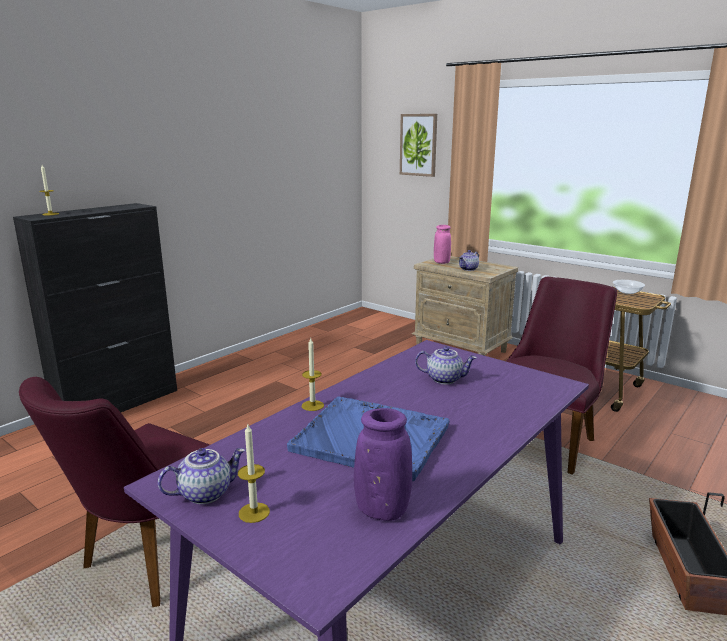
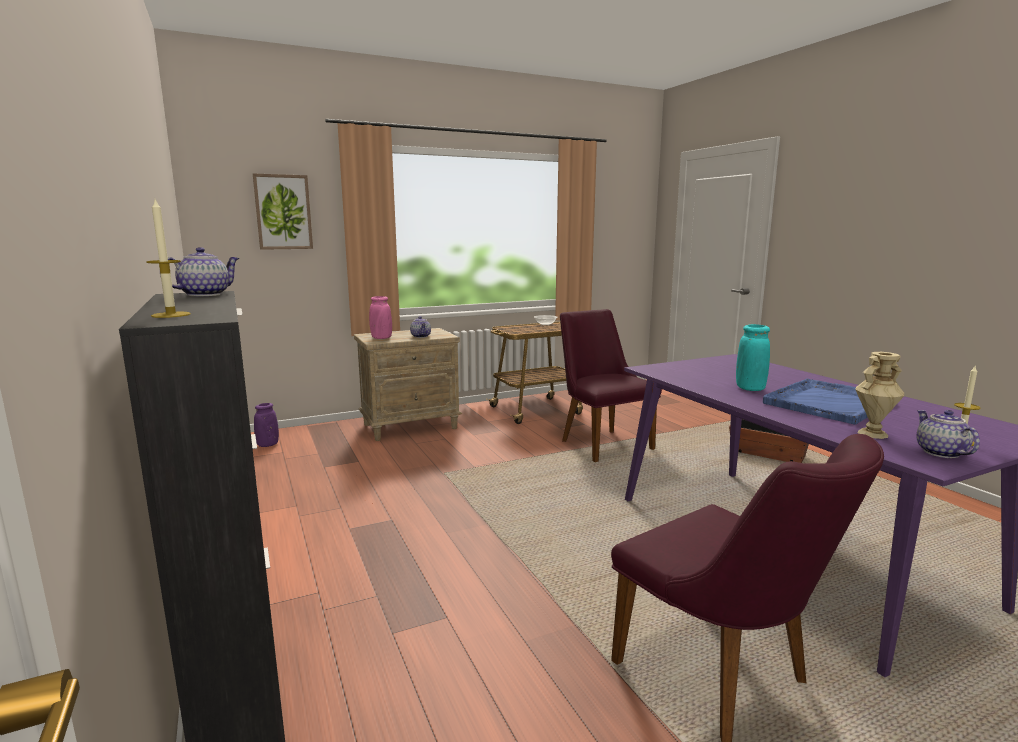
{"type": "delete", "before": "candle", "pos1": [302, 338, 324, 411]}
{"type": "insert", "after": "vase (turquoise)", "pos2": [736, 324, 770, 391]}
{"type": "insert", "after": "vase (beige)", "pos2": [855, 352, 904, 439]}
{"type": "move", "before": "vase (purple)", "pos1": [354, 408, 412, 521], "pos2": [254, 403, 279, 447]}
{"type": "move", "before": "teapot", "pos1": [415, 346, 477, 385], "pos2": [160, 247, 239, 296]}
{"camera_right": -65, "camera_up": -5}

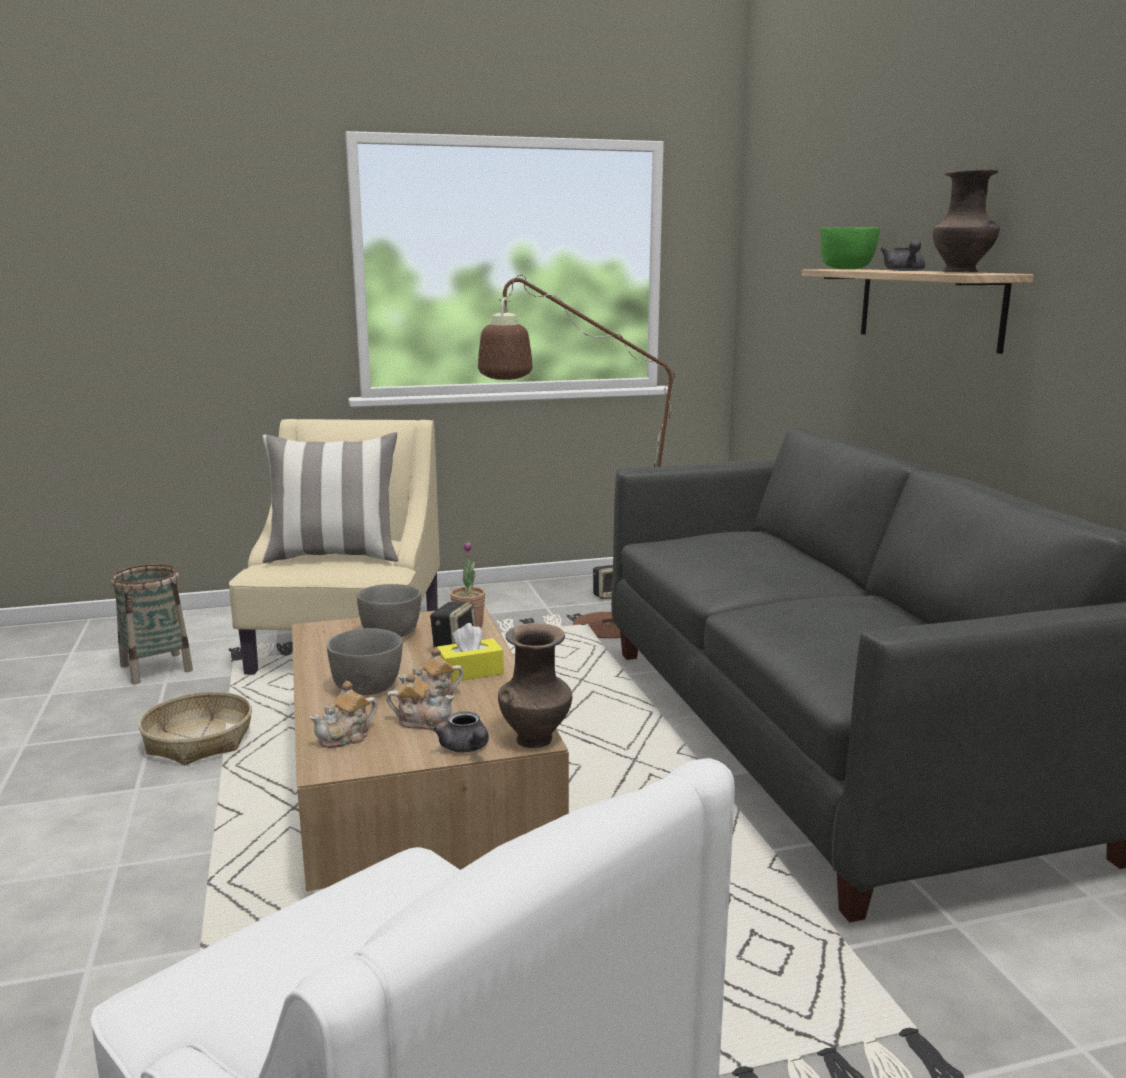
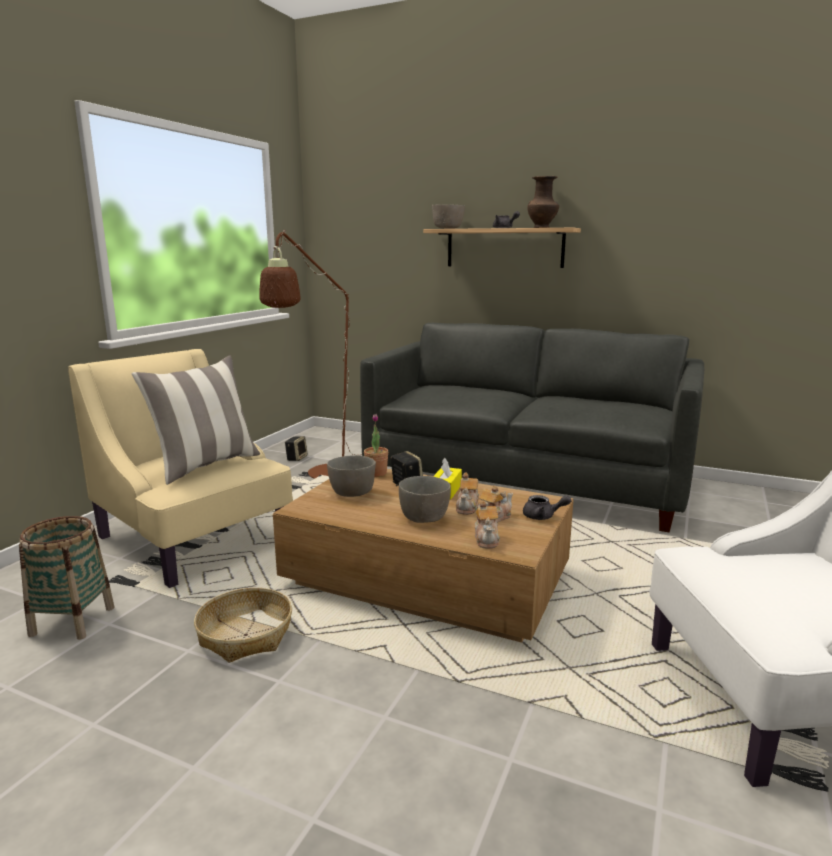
{"type": "delete", "before": "vase (brown)", "pos1": [498, 623, 572, 748]}
{"type": "recolor", "before": "bowl (green)", "after": "bowl (grey)", "pos1": [820, 228, 880, 269], "pos2": [432, 204, 465, 229]}
{"camera_right": -50, "camera_up": 0}

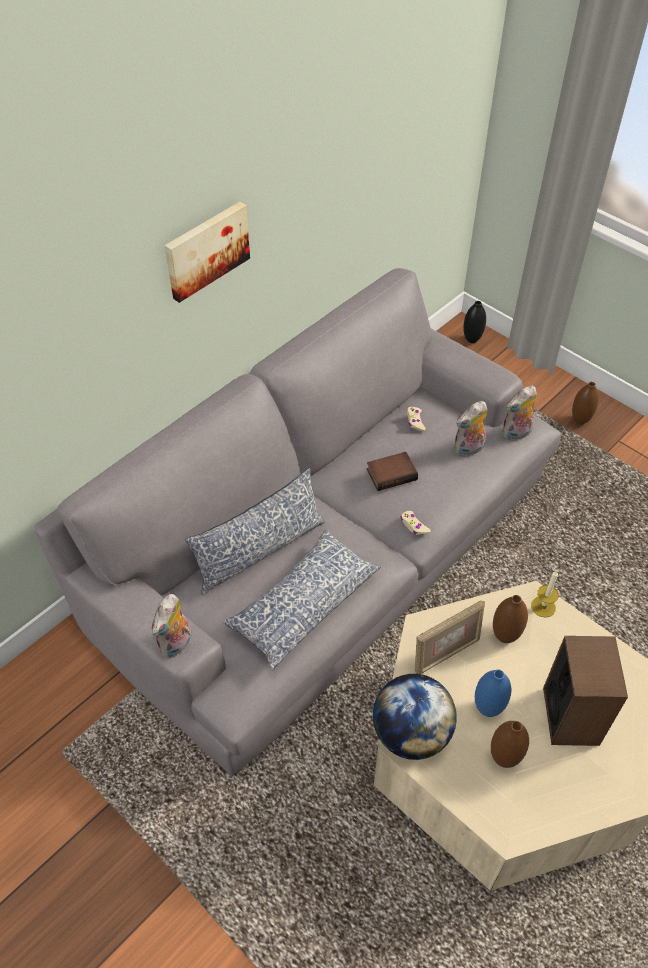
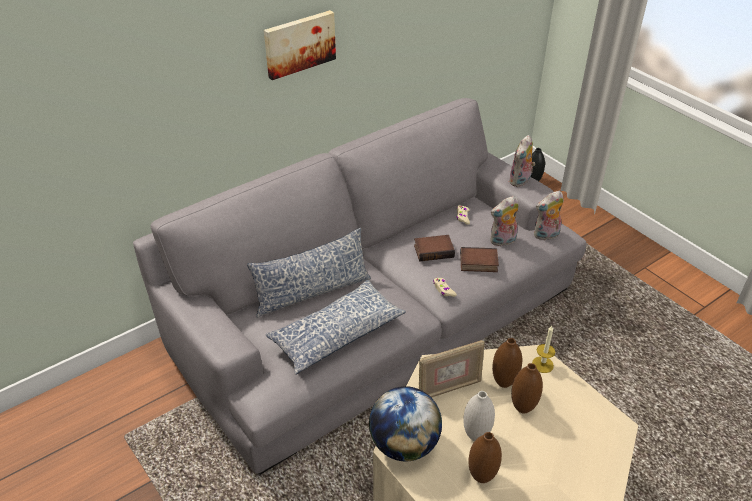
{"type": "delete", "before": "speaker", "pos1": [543, 636, 628, 746]}
{"type": "insert", "after": "book", "pos2": [460, 247, 499, 272]}
{"type": "move", "before": "plush toy", "pos1": [152, 594, 192, 659], "pos2": [508, 135, 535, 187]}
{"type": "move", "before": "vase (brown)", "pos1": [572, 382, 599, 425], "pos2": [511, 363, 543, 414]}
{"type": "recolor", "before": "vase (blue)", "after": "vase (white)", "pos1": [475, 669, 511, 717], "pos2": [463, 391, 495, 441]}
{"camera_right": 10, "camera_up": -10}

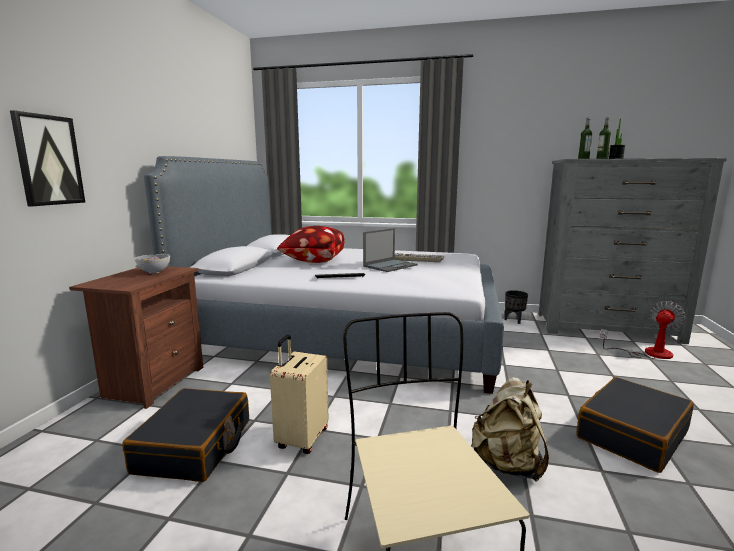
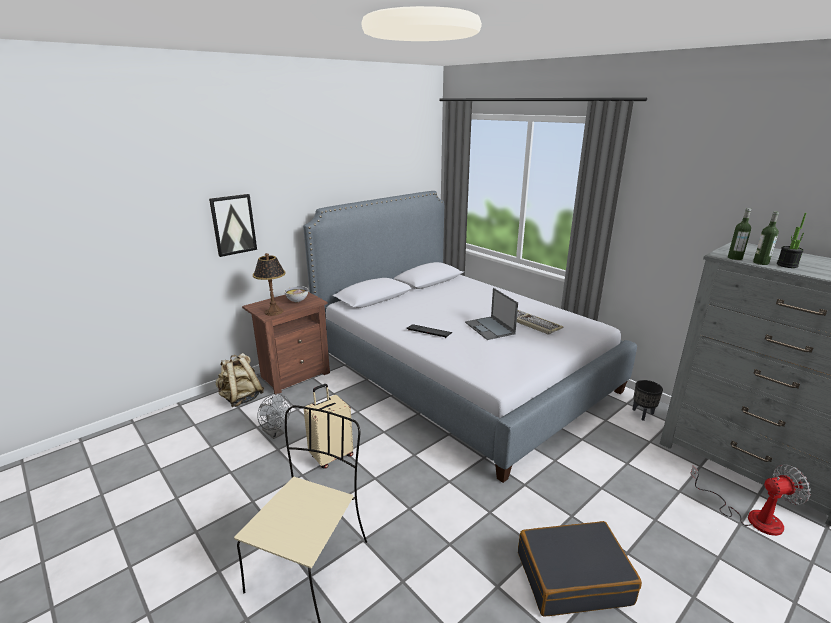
{"type": "delete", "before": "pillow", "pos1": [277, 226, 344, 263]}
{"type": "insert", "after": "table lamp", "pos2": [253, 253, 286, 316]}
{"type": "move", "before": "backpack (beige)", "pos1": [471, 377, 549, 482], "pos2": [216, 353, 264, 407]}
{"type": "replace", "before": "suitcase (black)", "after": "fan (grey)", "pos1": [122, 388, 249, 482], "pos2": [257, 394, 291, 439]}
{"type": "rotate", "before": "laptop", "pos1": [363, 228, 418, 272], "pos2": [465, 288, 518, 340], "turn": 75}
{"camera_right": 35, "camera_up": 10}

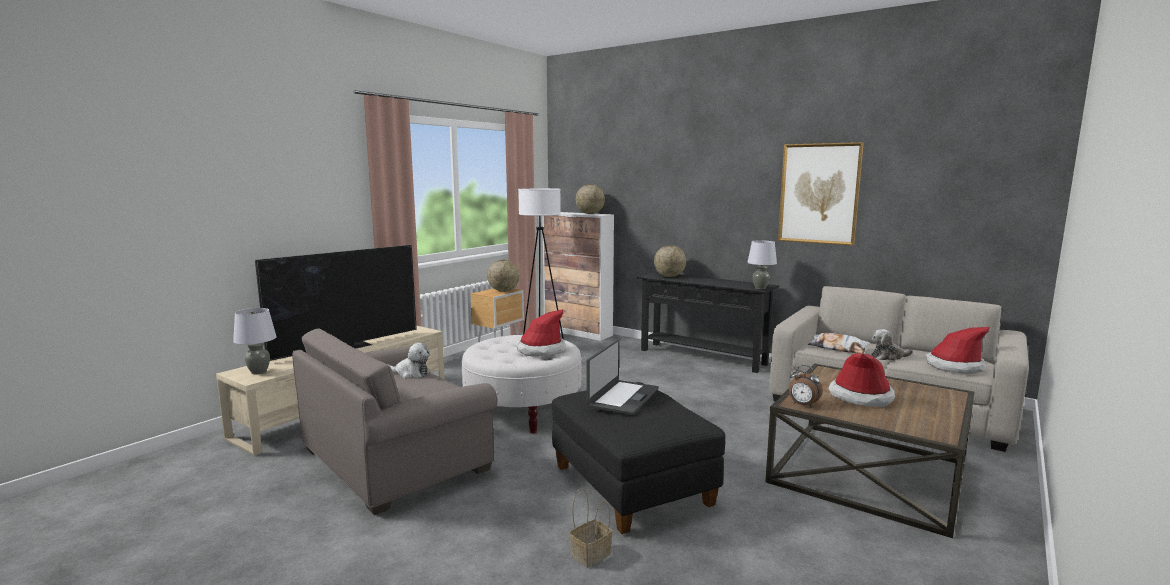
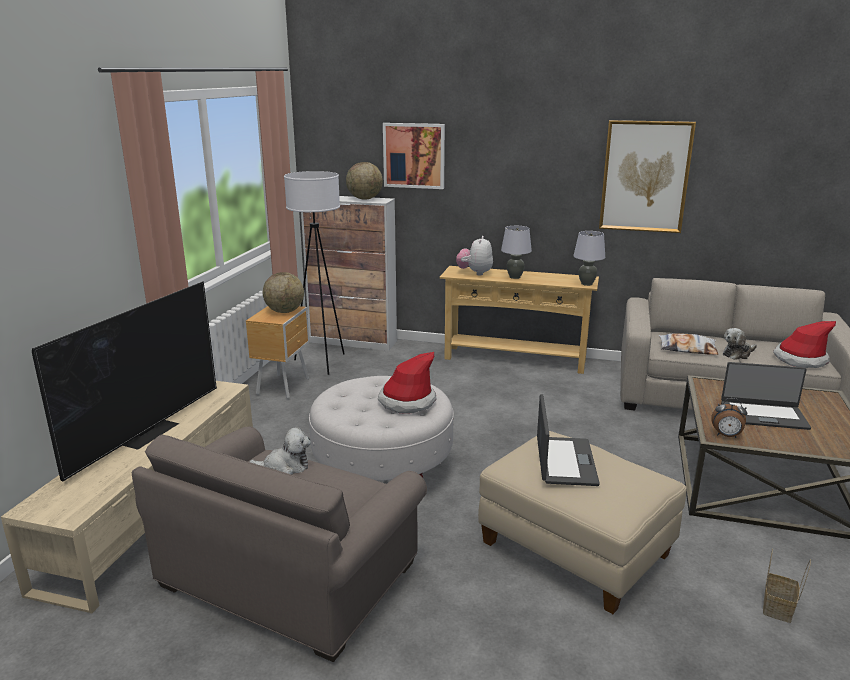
{"type": "insert", "after": "picture", "pos2": [383, 123, 445, 189]}
{"type": "move", "before": "table lamp (grey)", "pos1": [233, 308, 277, 374], "pos2": [501, 226, 532, 279]}
{"type": "move", "before": "basket", "pos1": [569, 488, 612, 568], "pos2": [763, 549, 811, 623]}
{"type": "replace", "before": "globe", "after": "plush toy", "pos1": [654, 245, 686, 277], "pos2": [456, 236, 493, 276]}
{"type": "replace", "before": "hat", "after": "laptop", "pos1": [828, 353, 895, 407], "pos2": [721, 362, 811, 430]}
{"type": "recolor", "before": "ottoman (black)", "after": "ottoman (beige)", "pos1": [552, 382, 725, 534], "pos2": [478, 431, 687, 614]}
{"type": "recolor", "before": "console table (black)", "after": "console table (beige)", "pos1": [637, 272, 779, 373], "pos2": [439, 266, 599, 374]}
{"camera_right": -20, "camera_up": 10}

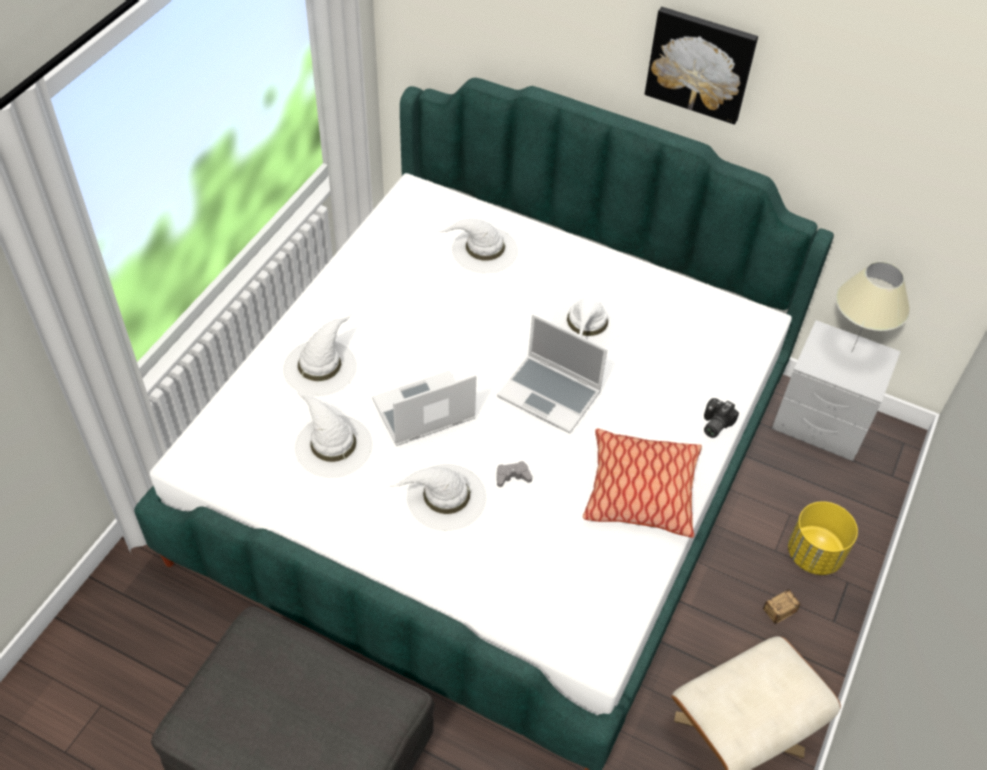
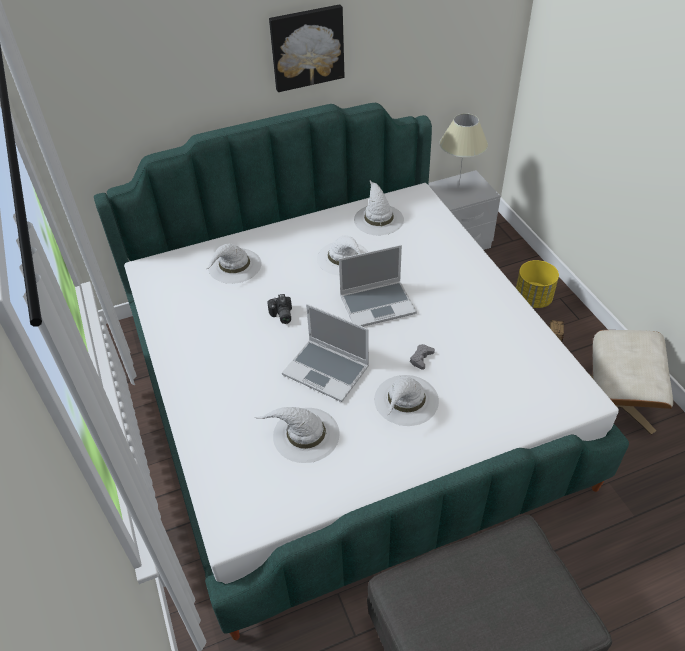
{"type": "delete", "before": "pillow", "pos1": [583, 428, 702, 538]}
{"type": "move", "before": "hat (white)", "pos1": [283, 314, 357, 396], "pos2": [354, 180, 404, 235]}
{"type": "move", "before": "photo camera", "pos1": [704, 398, 739, 438], "pos2": [267, 294, 292, 324]}
{"type": "rotate", "before": "laptop", "pos1": [372, 370, 476, 446], "pos2": [282, 304, 369, 402], "turn": -75}
{"camera_right": -45, "camera_up": -5}

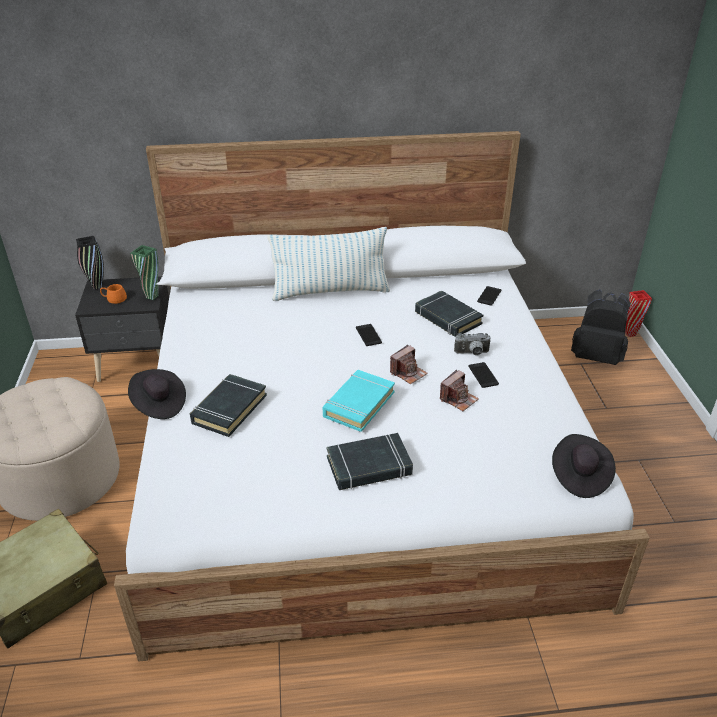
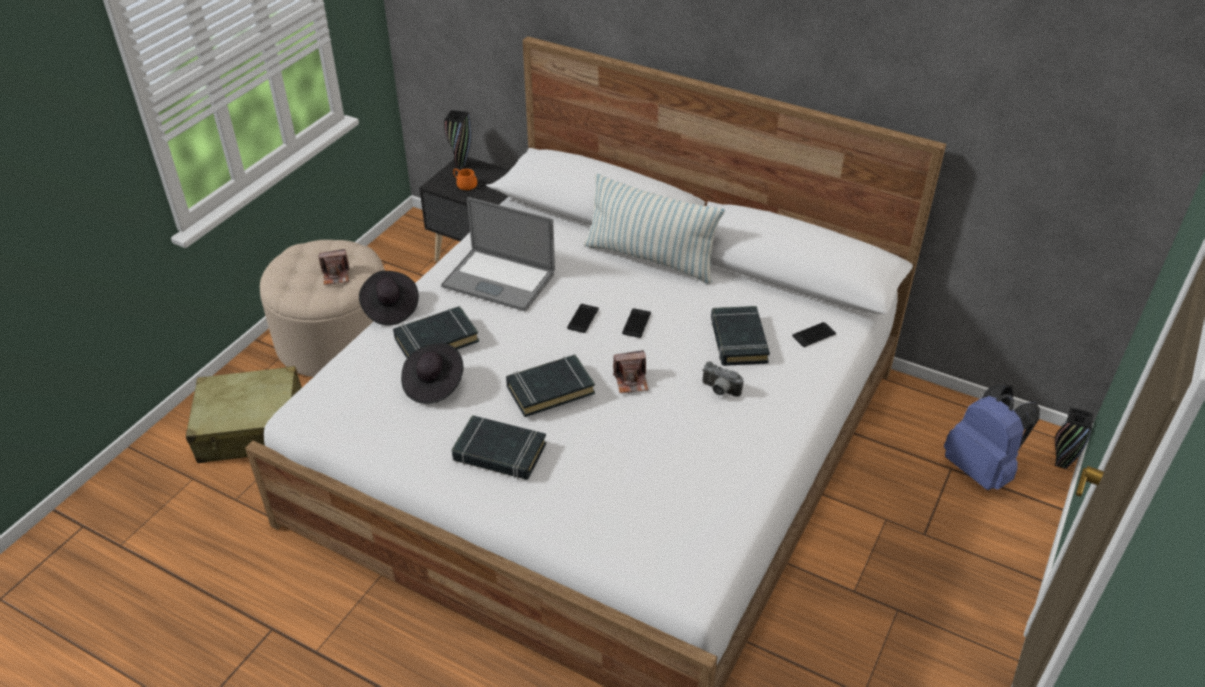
{"type": "delete", "before": "vase (green)", "pos1": [130, 245, 159, 300]}
{"type": "insert", "after": "laptop", "pos2": [441, 197, 555, 311]}
{"type": "move", "before": "photo camera", "pos1": [440, 370, 479, 411], "pos2": [319, 249, 349, 285]}
{"type": "move", "before": "phone", "pos1": [468, 362, 499, 388], "pos2": [567, 304, 599, 333]}
{"type": "move", "before": "hat (black)", "pos1": [552, 434, 616, 498], "pos2": [401, 343, 463, 404]}
{"type": "recolor", "before": "book (turquoise)", "after": "book (black)", "pos1": [323, 370, 395, 432], "pos2": [506, 355, 595, 417]}
{"type": "recolor", "before": "backpack (black)", "after": "backpack (blue)", "pos1": [571, 289, 631, 365], "pos2": [944, 384, 1040, 490]}
{"type": "recolor", "before": "vase (red)", "after": "vase (black)", "pos1": [625, 290, 652, 337], "pos2": [1055, 407, 1094, 469]}
{"camera_right": 35, "camera_up": 5}

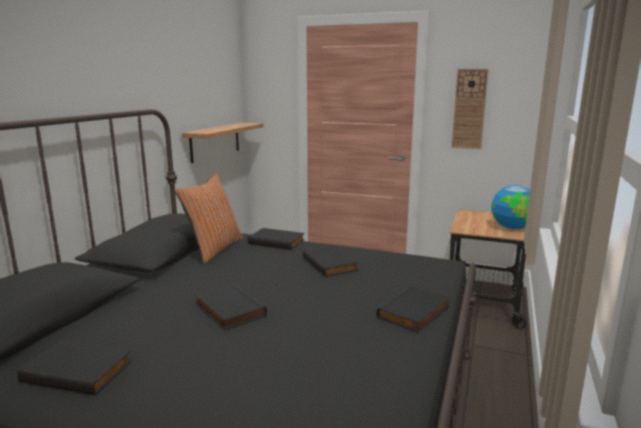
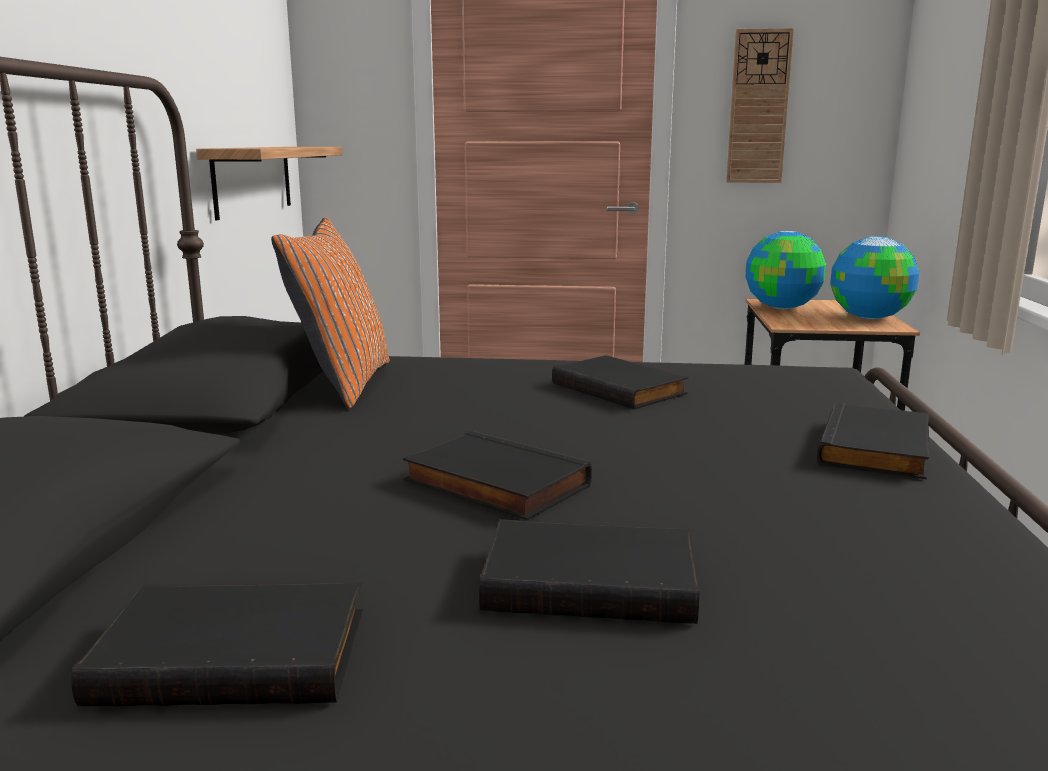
{"type": "insert", "after": "globe", "pos2": [745, 231, 826, 310]}
{"type": "move", "before": "book (black)", "pos1": [248, 228, 305, 250], "pos2": [479, 519, 699, 624]}
{"camera_right": -15, "camera_up": 0}

